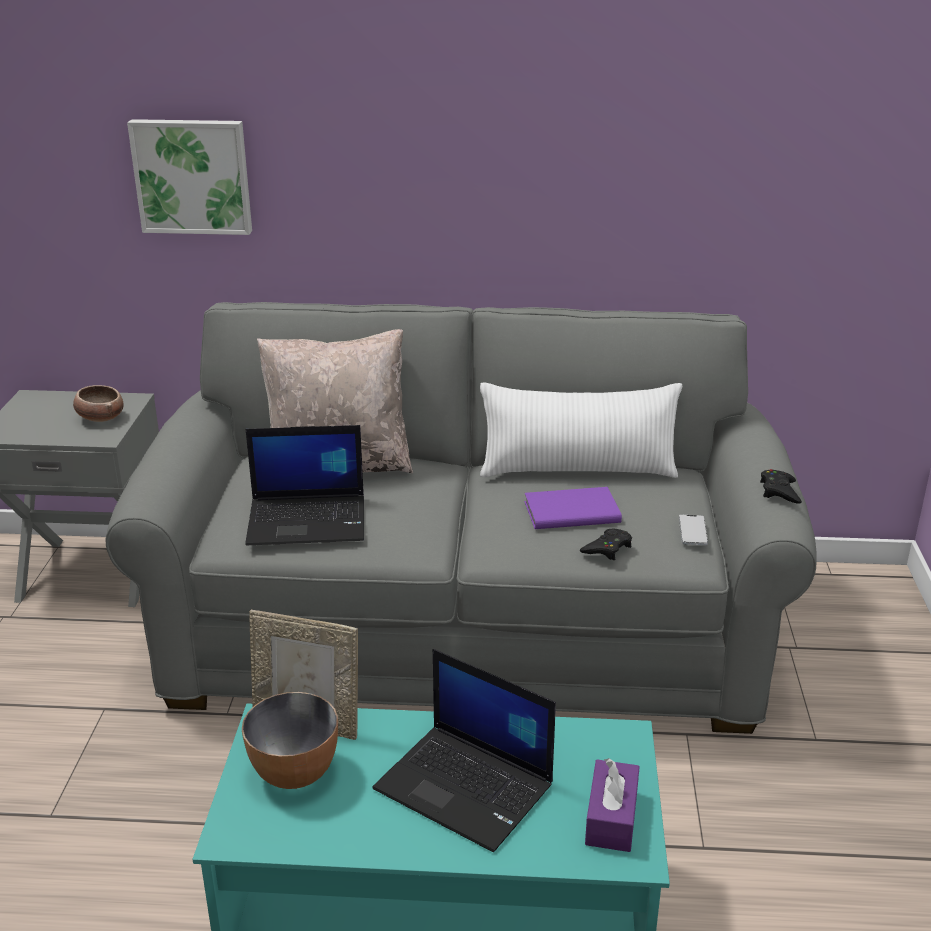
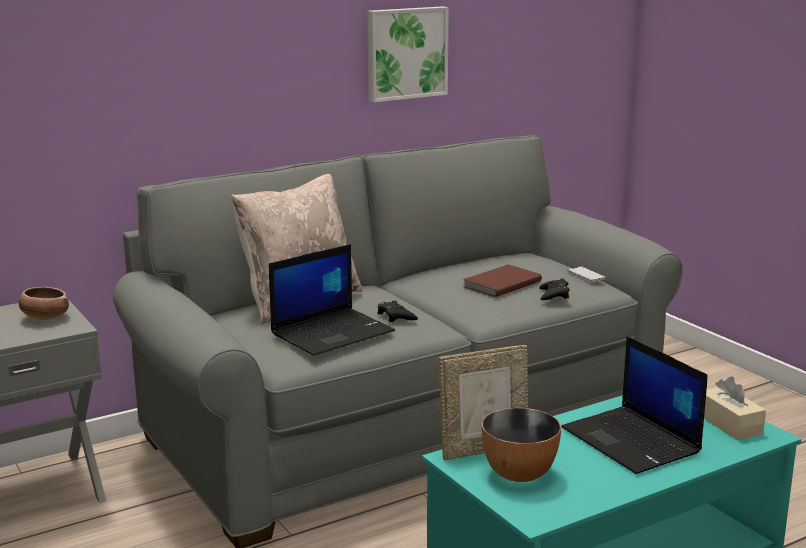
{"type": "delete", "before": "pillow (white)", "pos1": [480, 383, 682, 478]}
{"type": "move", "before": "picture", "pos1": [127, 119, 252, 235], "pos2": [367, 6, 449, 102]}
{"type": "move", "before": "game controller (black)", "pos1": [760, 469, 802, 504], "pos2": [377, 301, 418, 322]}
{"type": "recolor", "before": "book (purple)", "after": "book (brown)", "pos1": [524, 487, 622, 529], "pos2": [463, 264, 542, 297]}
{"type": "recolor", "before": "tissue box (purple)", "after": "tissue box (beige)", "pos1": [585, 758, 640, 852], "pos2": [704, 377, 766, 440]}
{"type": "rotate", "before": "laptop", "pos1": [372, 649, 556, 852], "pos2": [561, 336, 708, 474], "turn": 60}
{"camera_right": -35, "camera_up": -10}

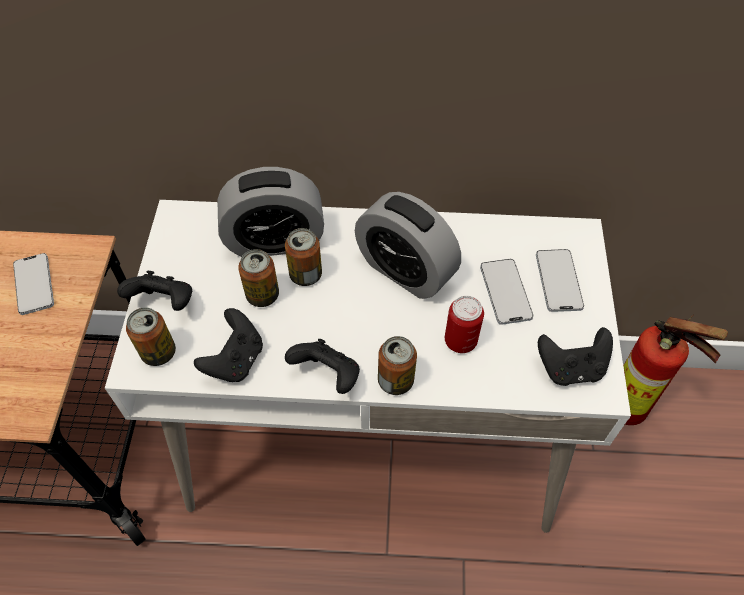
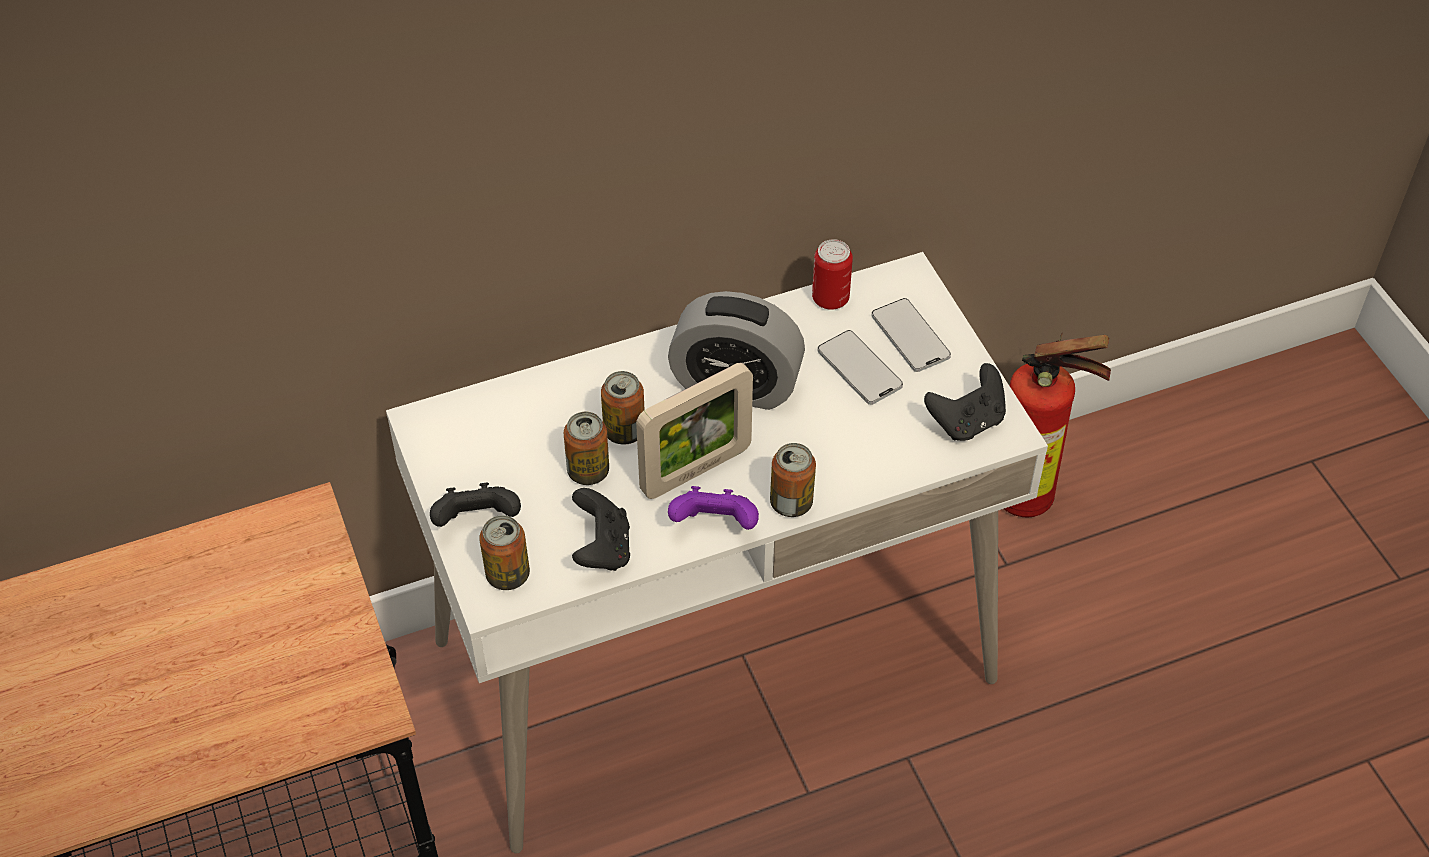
{"type": "delete", "before": "phone", "pos1": [13, 253, 54, 315]}
{"type": "delete", "before": "alarm clock", "pos1": [217, 167, 324, 257]}
{"type": "insert", "after": "picture frame", "pos2": [636, 363, 753, 499]}
{"type": "move", "before": "can", "pos1": [445, 296, 484, 353], "pos2": [812, 239, 853, 310]}
{"type": "recolor", "before": "game controller (black)", "after": "game controller (purple)", "pos1": [285, 339, 360, 394], "pos2": [668, 486, 759, 530]}
{"camera_right": -25, "camera_up": -5}

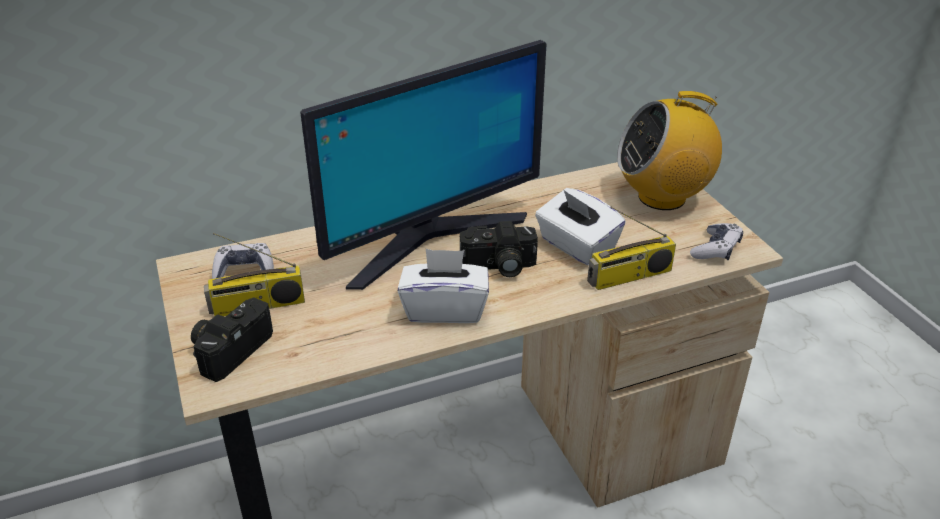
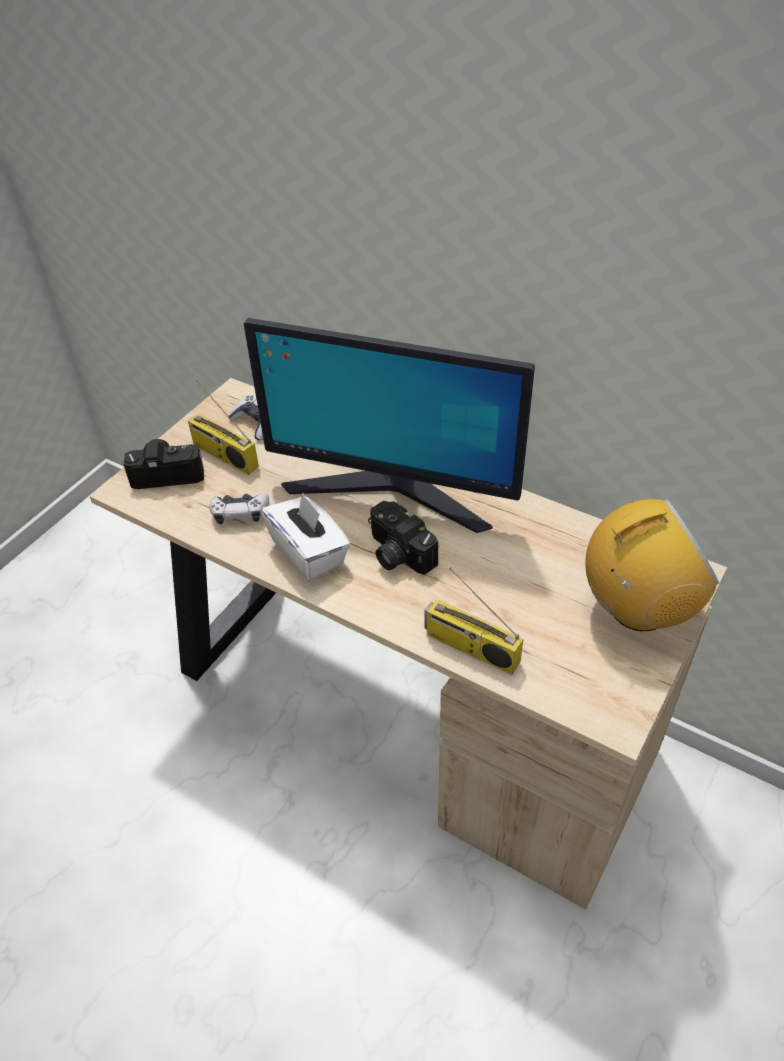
{"type": "delete", "before": "tissue box (white)", "pos1": [535, 188, 626, 265]}
{"type": "move", "before": "game controller", "pos1": [690, 223, 743, 260], "pos2": [209, 493, 269, 524]}
{"type": "rotate", "before": "radio", "pos1": [617, 91, 722, 210], "pos2": [585, 499, 719, 631], "turn": 120}
{"camera_right": 55, "camera_up": 10}

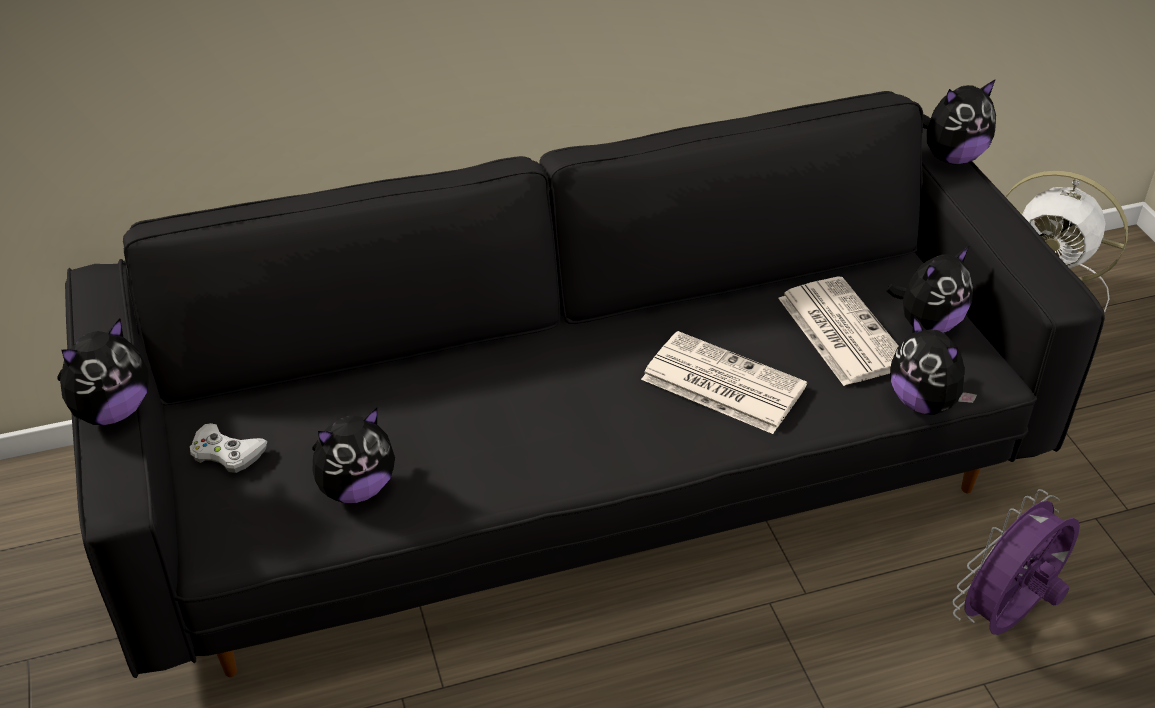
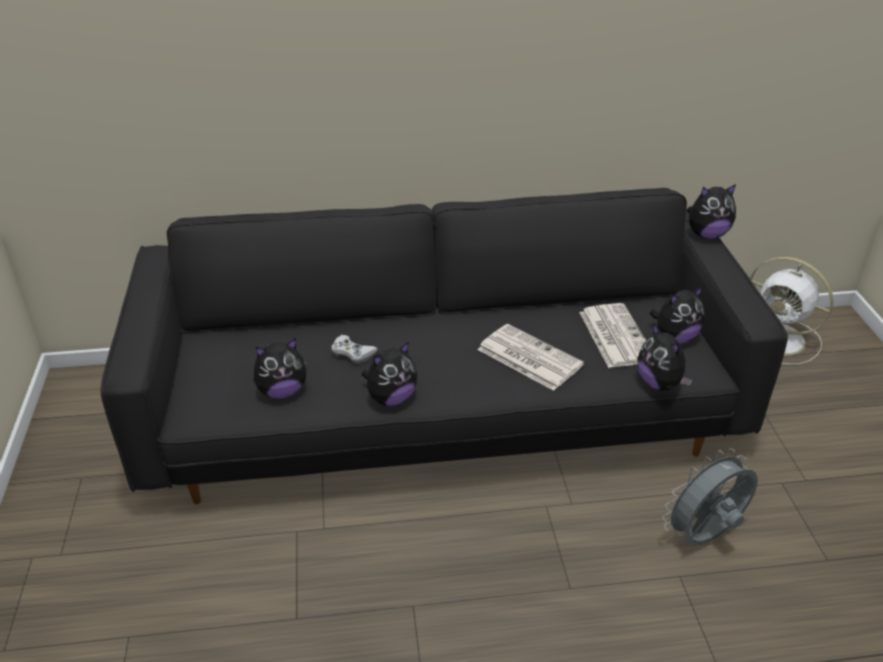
{"type": "move", "before": "plush toy", "pos1": [57, 318, 148, 425], "pos2": [362, 341, 418, 406]}
{"type": "move", "before": "game controller (white)", "pos1": [190, 423, 268, 473], "pos2": [332, 335, 378, 364]}
{"type": "recolor", "before": "fan (purple)", "after": "fan (grey)", "pos1": [952, 489, 1080, 635], "pos2": [662, 448, 758, 545]}
{"camera_right": 10, "camera_up": -5}

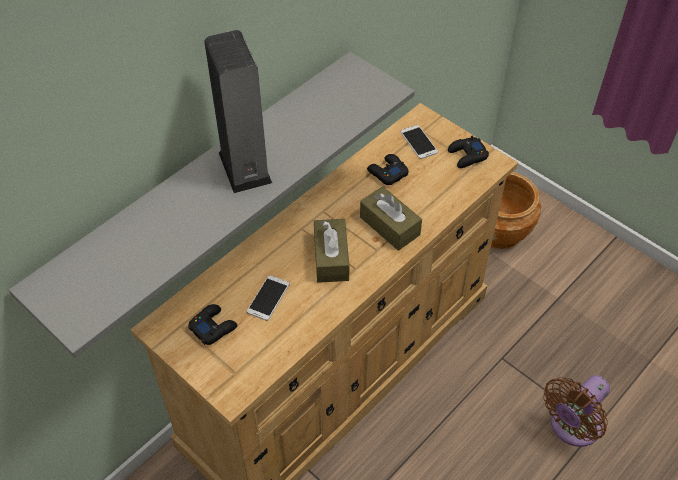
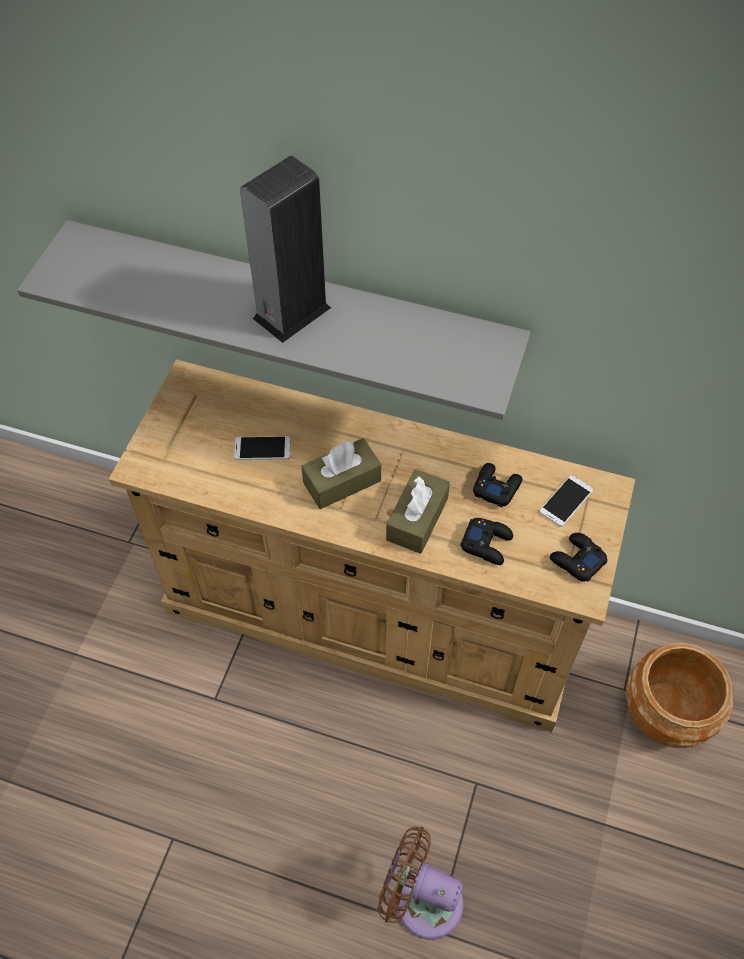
{"type": "move", "before": "game controller (black)", "pos1": [188, 304, 237, 345], "pos2": [460, 518, 513, 565]}
{"camera_right": 65, "camera_up": 5}

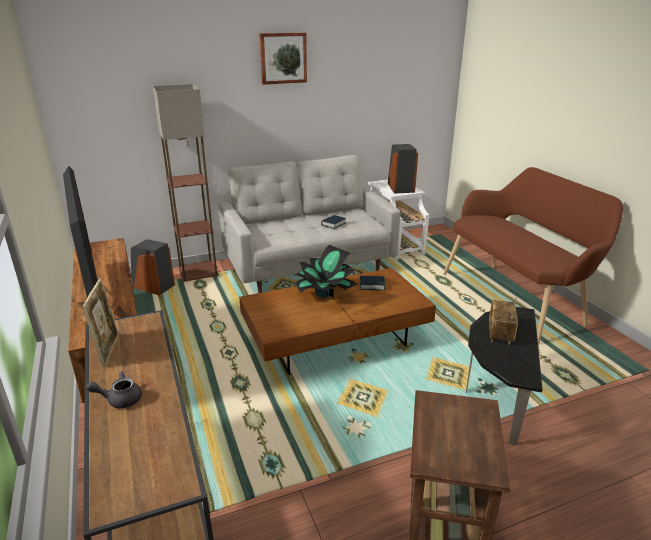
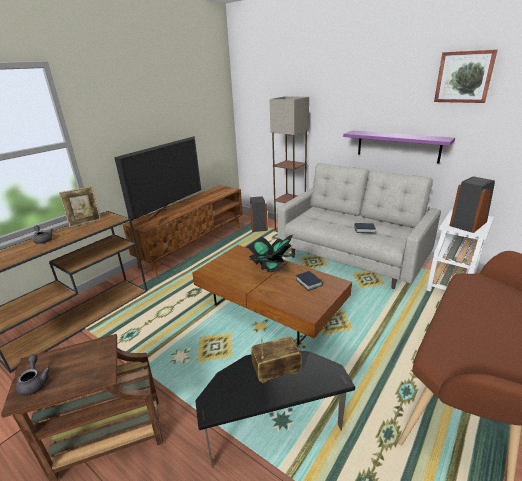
{"type": "insert", "after": "teapot (grey)", "pos2": [16, 354, 50, 396]}
{"type": "insert", "after": "shelf (purple)", "pos2": [343, 130, 455, 163]}
{"type": "move", "before": "picture", "pos1": [259, 32, 307, 85], "pos2": [434, 49, 498, 103]}
{"camera_right": 60, "camera_up": 0}

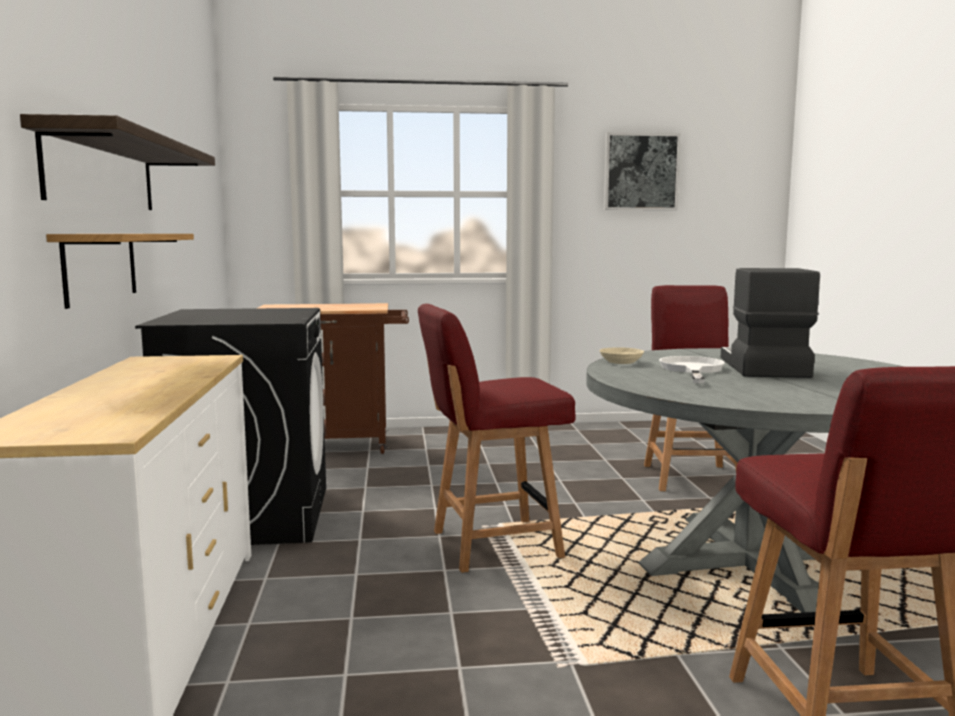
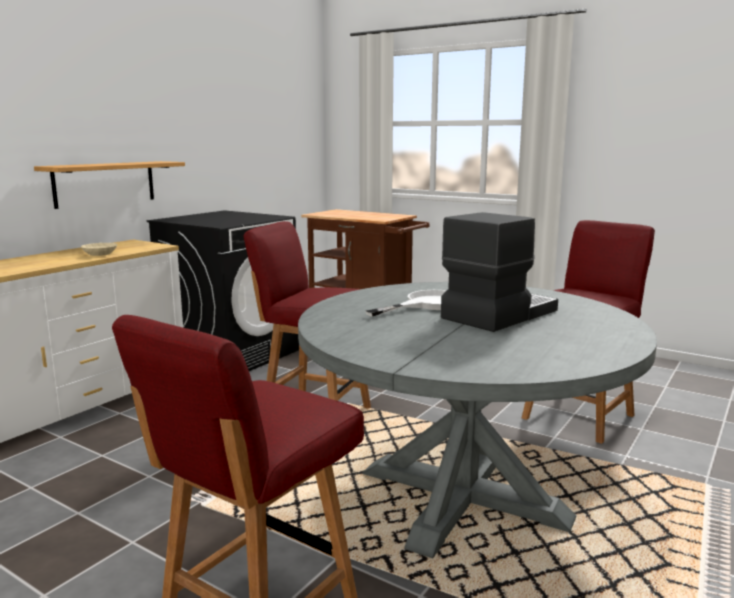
{"type": "delete", "before": "shelf", "pos1": [20, 114, 215, 210]}
{"type": "delete", "before": "picture", "pos1": [604, 132, 681, 210]}
{"type": "move", "before": "bowl (beige)", "pos1": [599, 347, 644, 364], "pos2": [81, 243, 117, 256]}
{"camera_right": 40, "camera_up": 5}

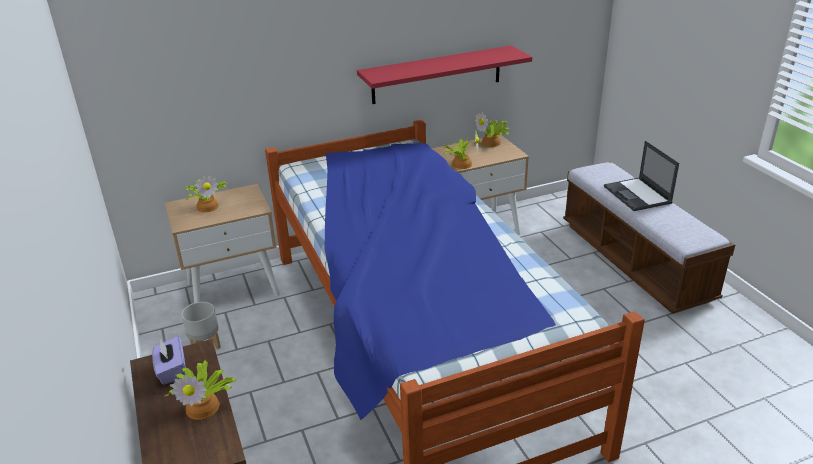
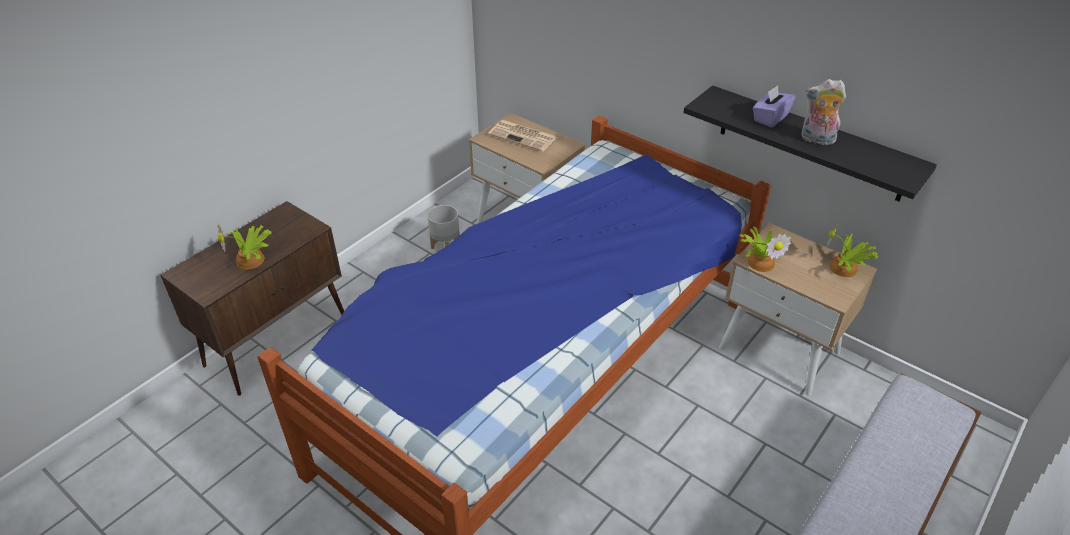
{"type": "delete", "before": "laptop", "pos1": [604, 141, 679, 211]}
{"type": "insert", "after": "plush toy", "pos2": [801, 79, 846, 147]}
{"type": "move", "before": "tissue box (purple)", "pos1": [152, 336, 186, 384], "pos2": [753, 85, 796, 128]}
{"type": "replace", "before": "potted plant", "after": "newspaper", "pos1": [185, 175, 227, 212], "pos2": [488, 120, 557, 152]}
{"type": "recolor", "before": "shelf (red)", "after": "shelf (black)", "pos1": [357, 45, 532, 104], "pos2": [683, 85, 937, 201]}
{"camera_right": 60, "camera_up": 10}

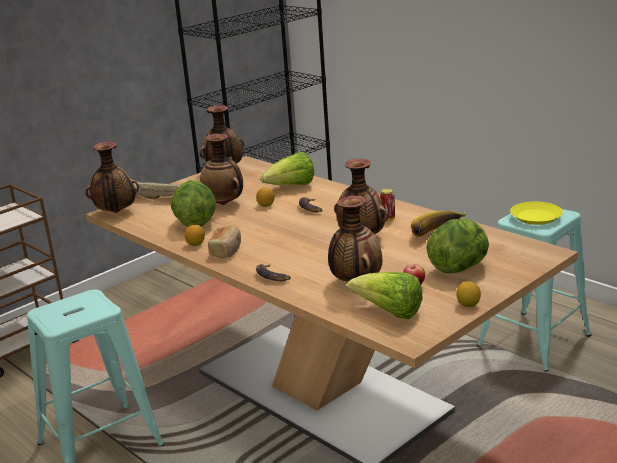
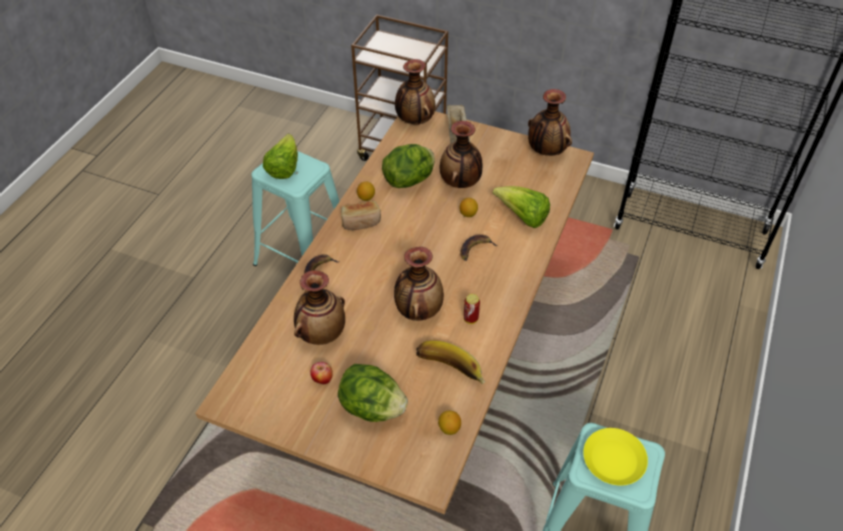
{"type": "move", "before": "lettuce", "pos1": [347, 272, 423, 319], "pos2": [263, 134, 298, 179]}
{"type": "move", "before": "lemon", "pos1": [456, 281, 481, 307], "pos2": [438, 410, 461, 435]}
{"camera_right": 65, "camera_up": 25}

